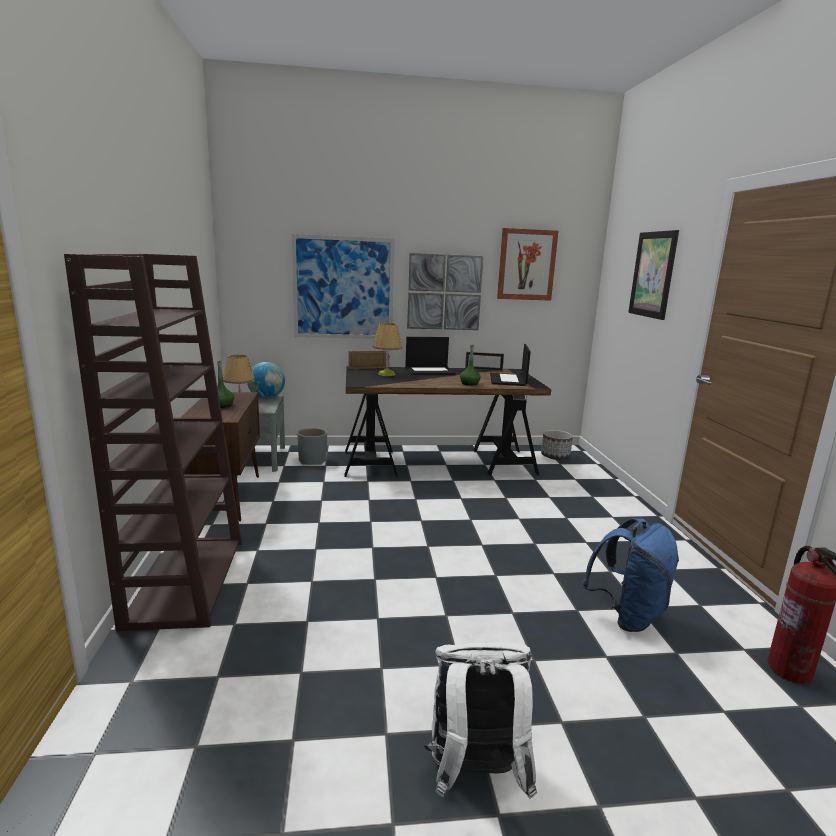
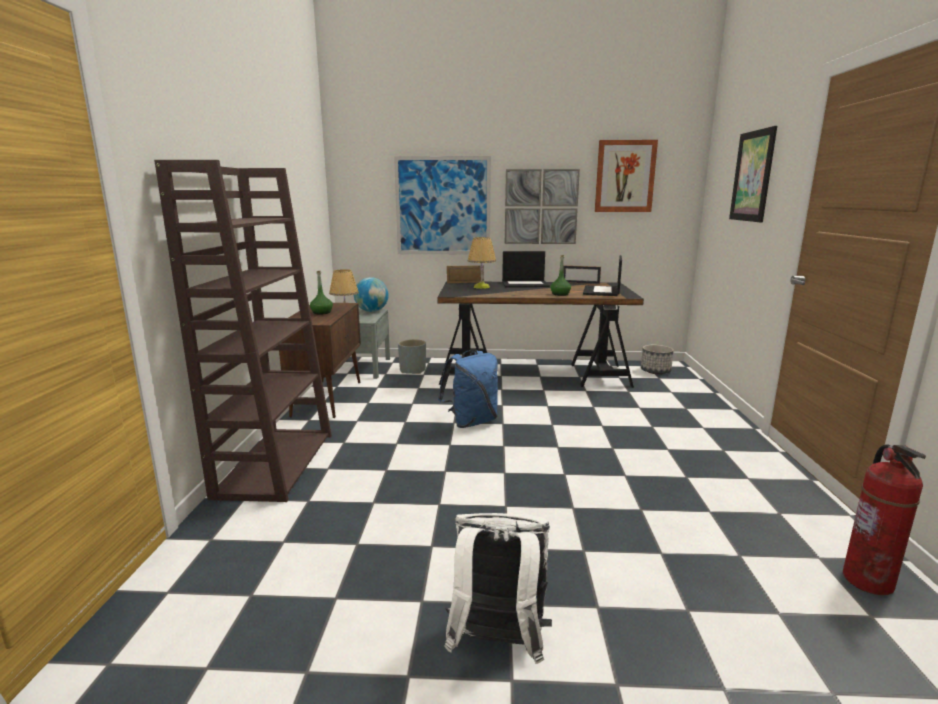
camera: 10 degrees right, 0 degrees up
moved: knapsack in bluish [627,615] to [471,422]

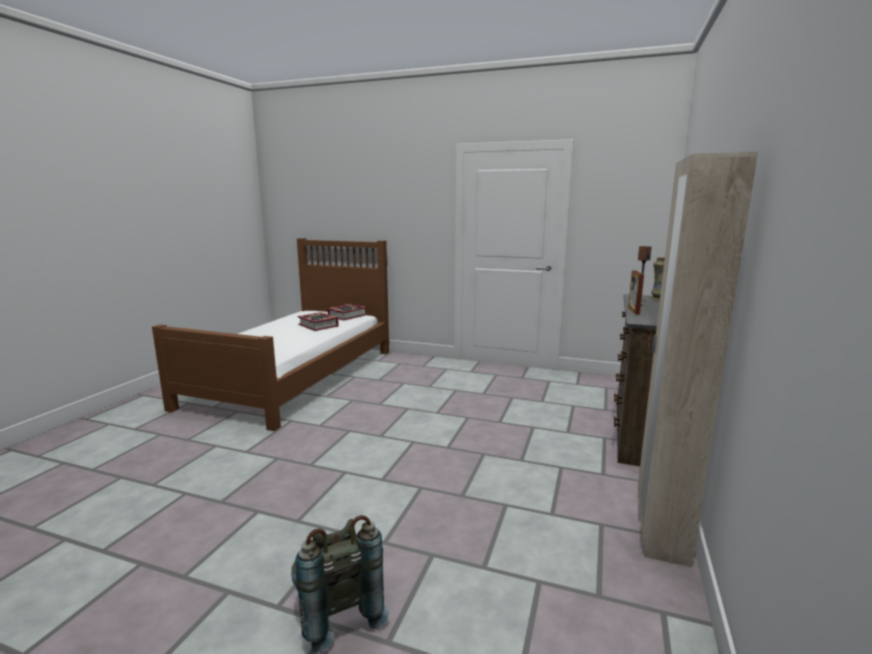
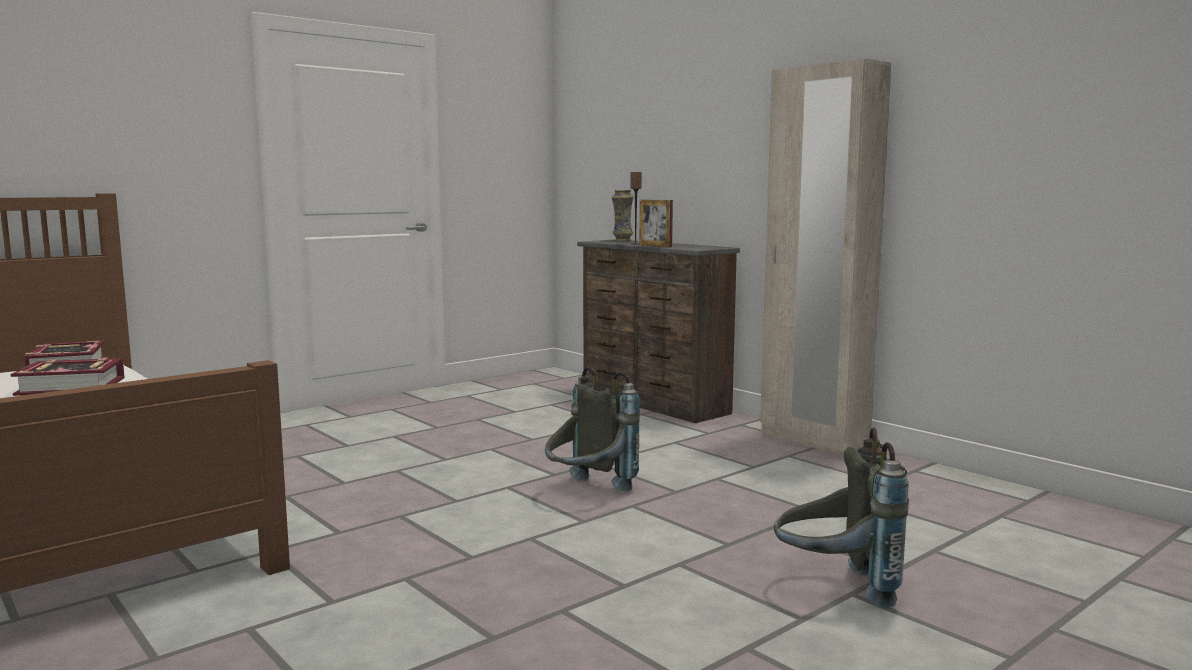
camera: 60 degrees left, 5 degrees down
added: knapsack in greyish [588,492]

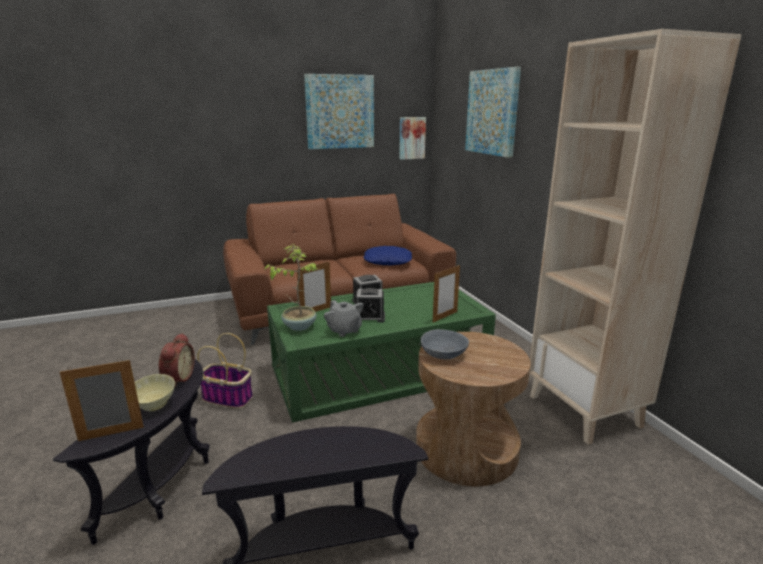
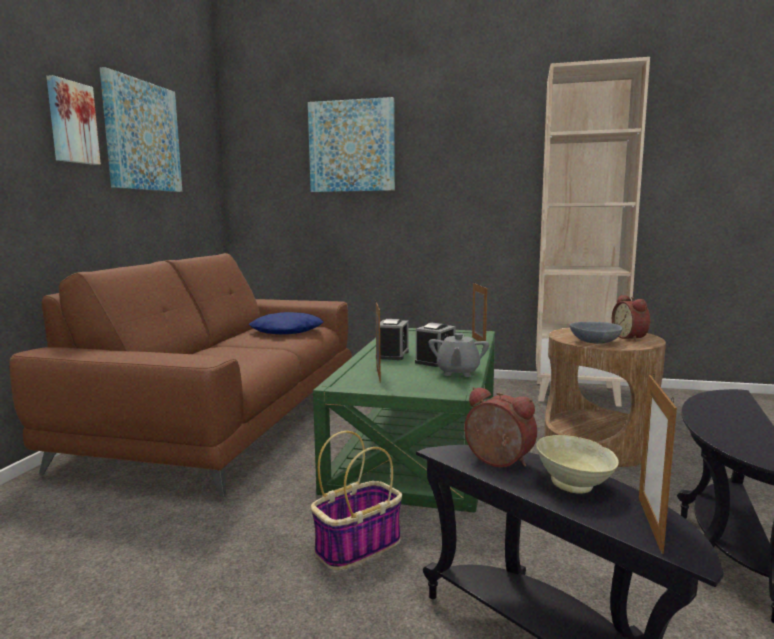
camera: 55 degrees left, 10 degrees down
removed: houseplant [299,326]
added: table clock [631,338]
moved: wall art [411,138] to [71,122]
turned: pot for tea in greyish [344,330] = [457,372] 105 degrees clockwise

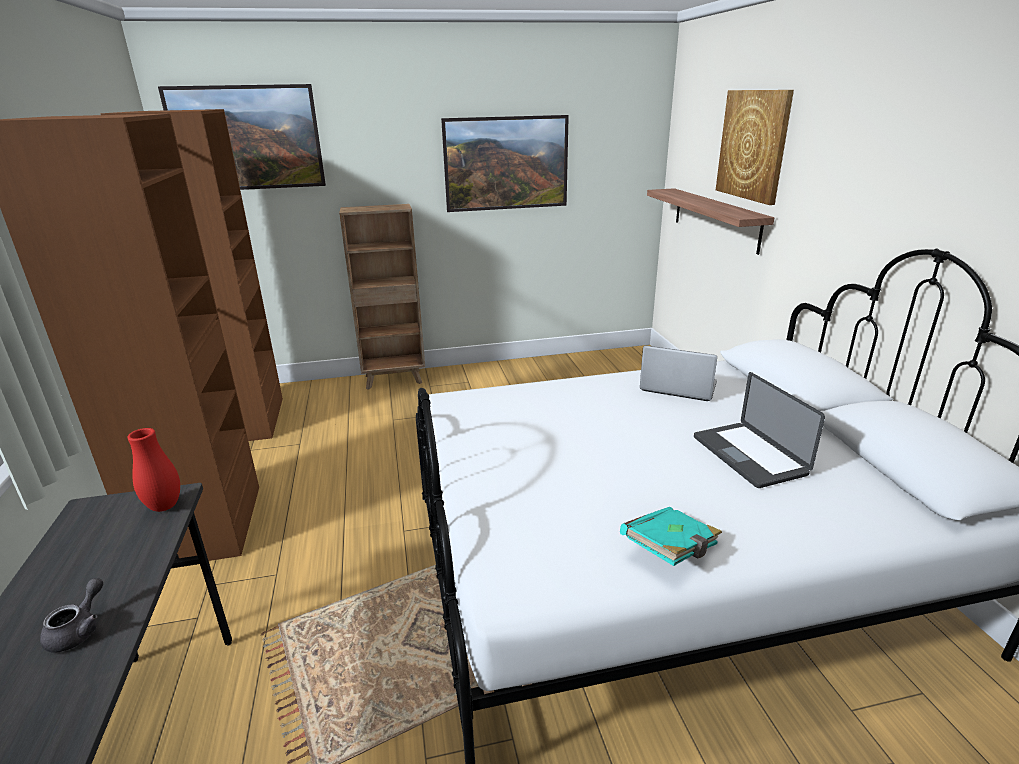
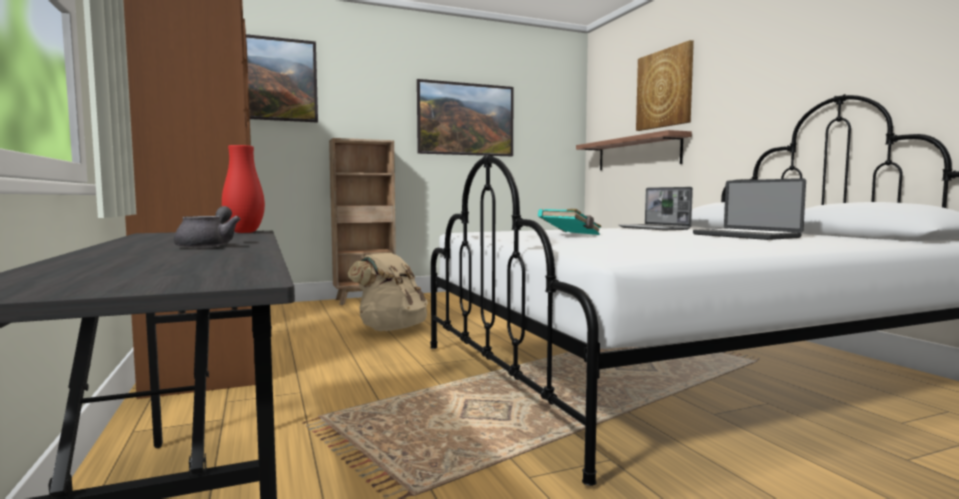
camera: 10 degrees left, 20 degrees down
added: knapsack in sand-coloured [391,329]
moved: volume in blue-green [671,550] to [571,235]
turned: portable computer [676,387] = [655,228] 135 degrees counterclockwise

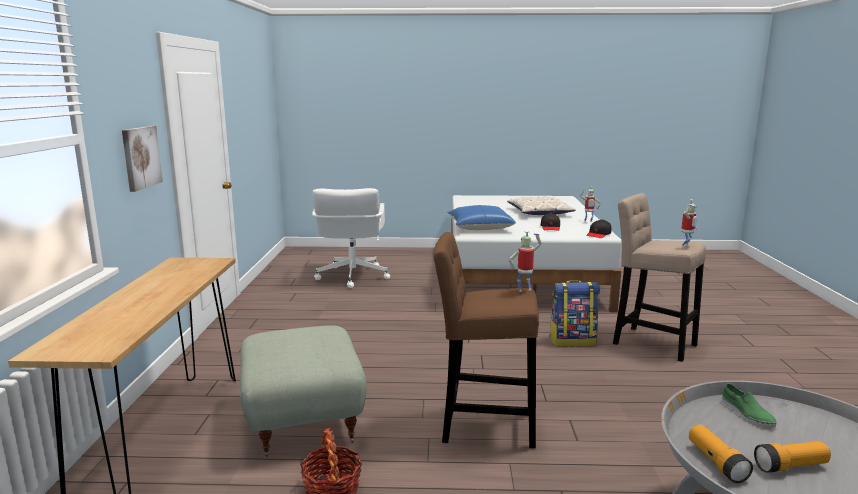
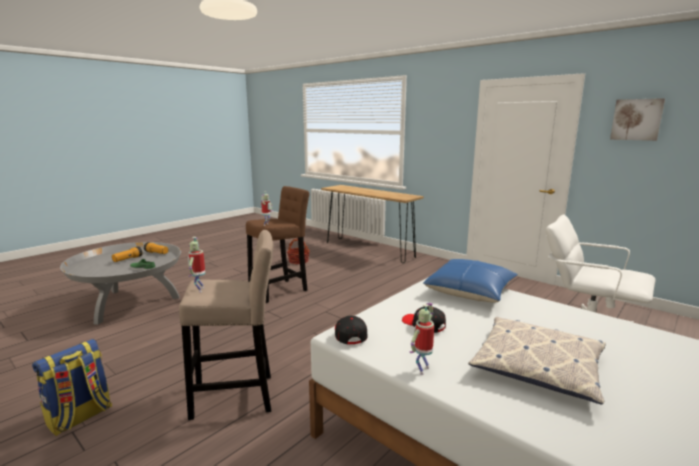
camera: 130 degrees right, 0 degrees up
removed: ottoman in greyish [302,419]
moved: wall art [140,157] to [636,119]; knapsack [572,341] to [80,417]

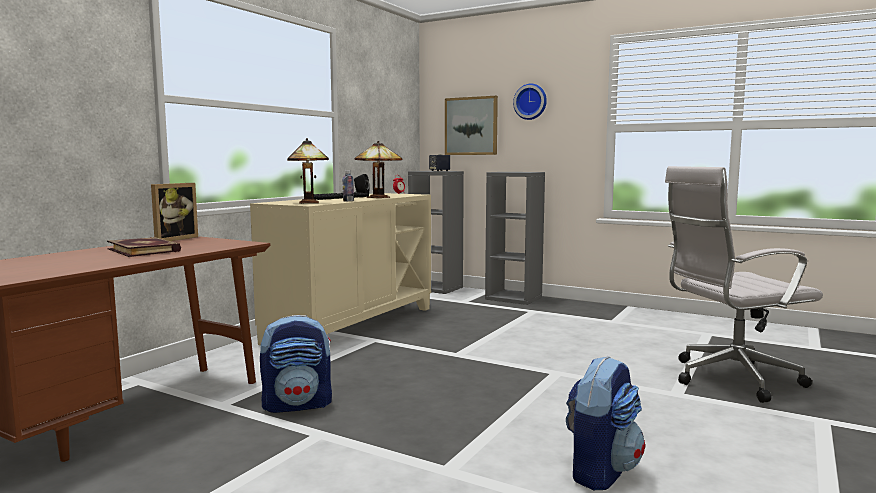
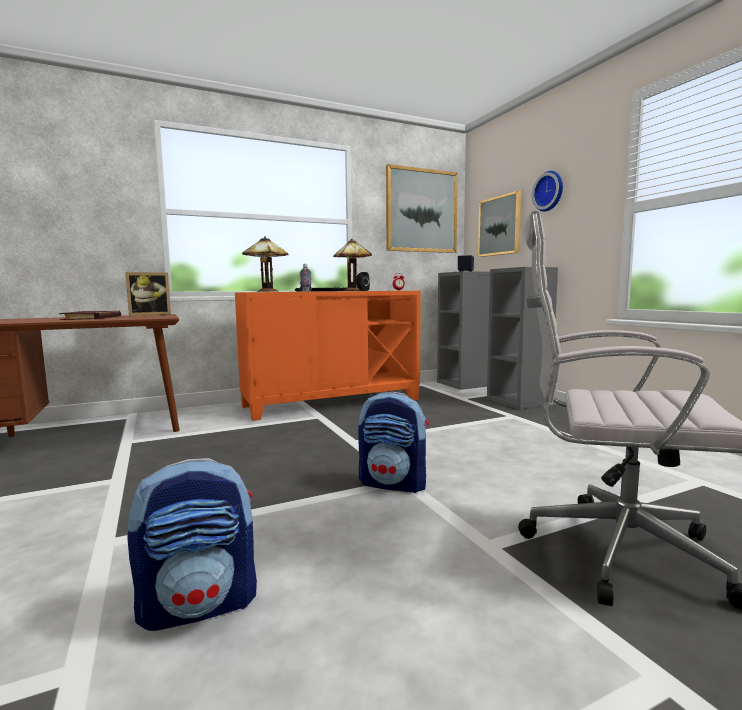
camera: 35 degrees right, 0 degrees up
added: wall art [421,211]
moved: knapsack [298,405] to [394,484]
recoloured: cupboard in sand-coloured [352,324] to cupboard in orangey [331,402]

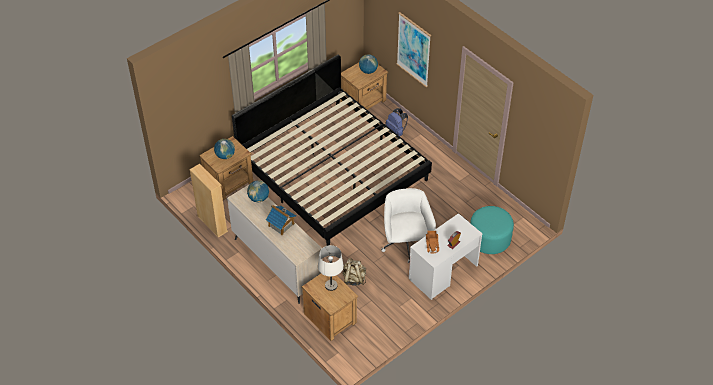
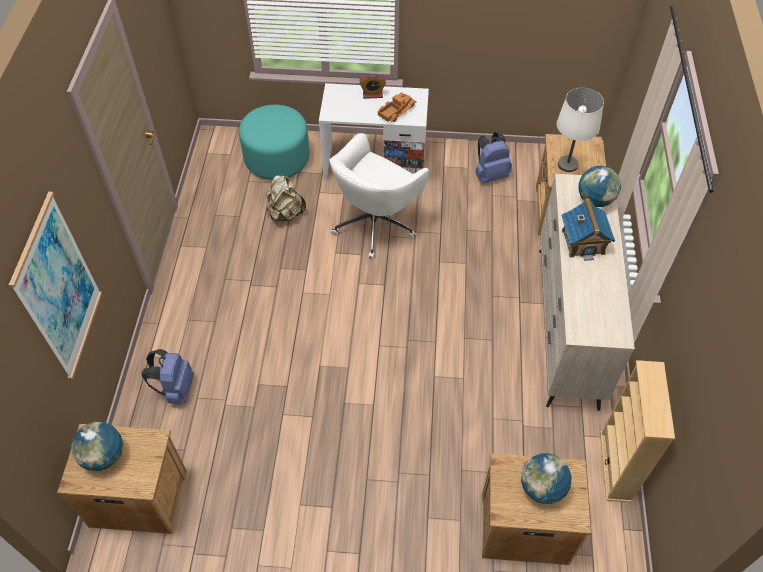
camera: 135 degrees left, 5 degrees up
removed: bedroom bed [333,171]
added: knapsack in bluish [490,174]
moved: world globe [258,198] to [595,200]; knapsack in sand-coloured [354,278] to [285,213]

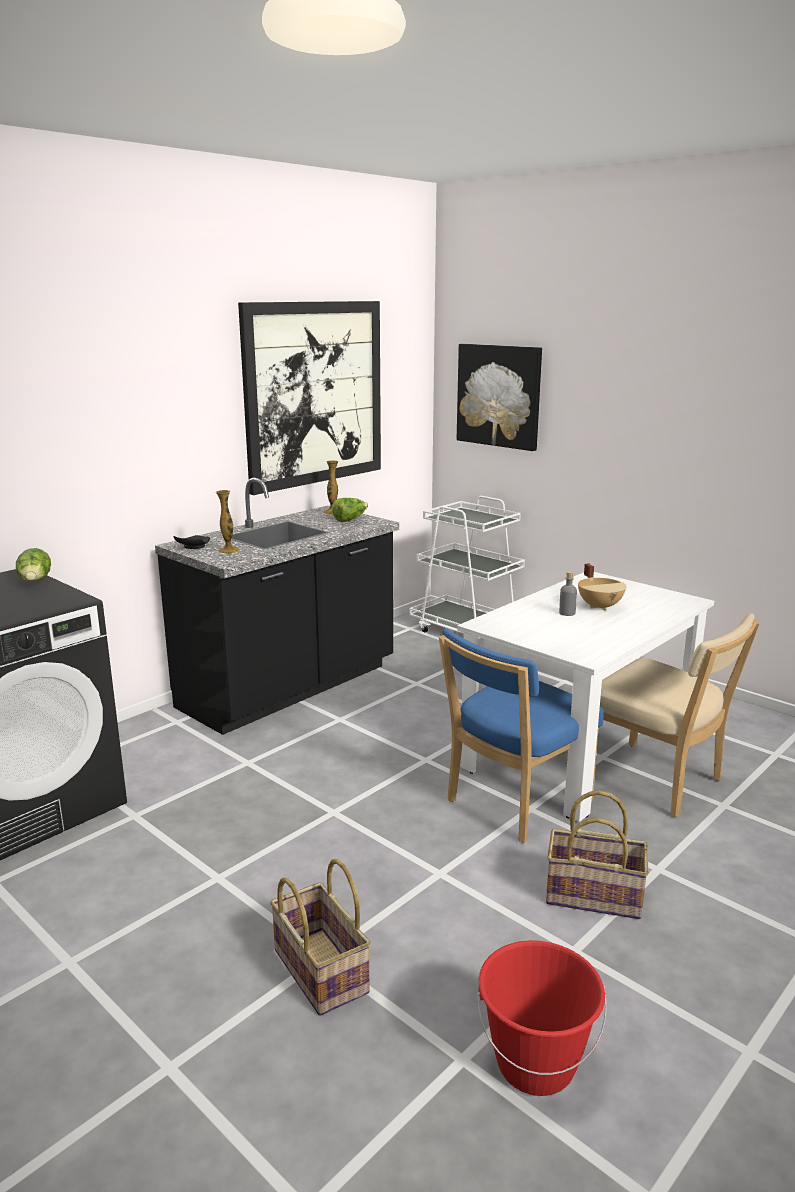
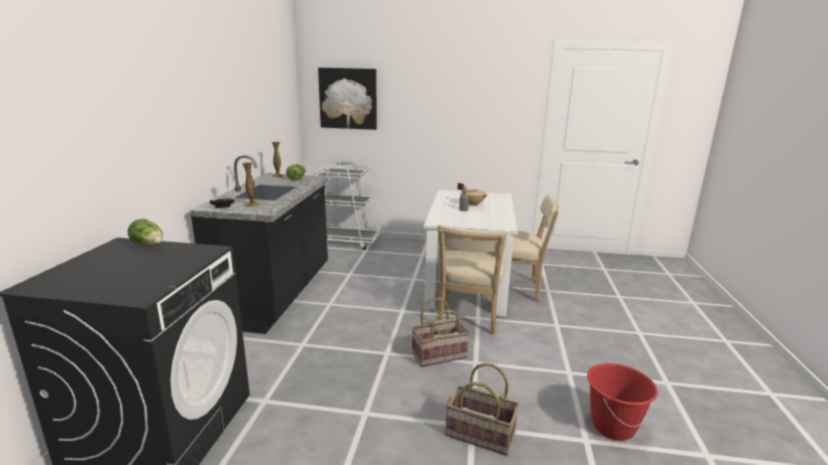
camera: 35 degrees left, 0 degrees up
removed: wall art [314,394]
moved: basket [594,895] to [439,354]
recoloured: plain chair in bluish [513,803] to plain chair in sand-coloured [468,318]

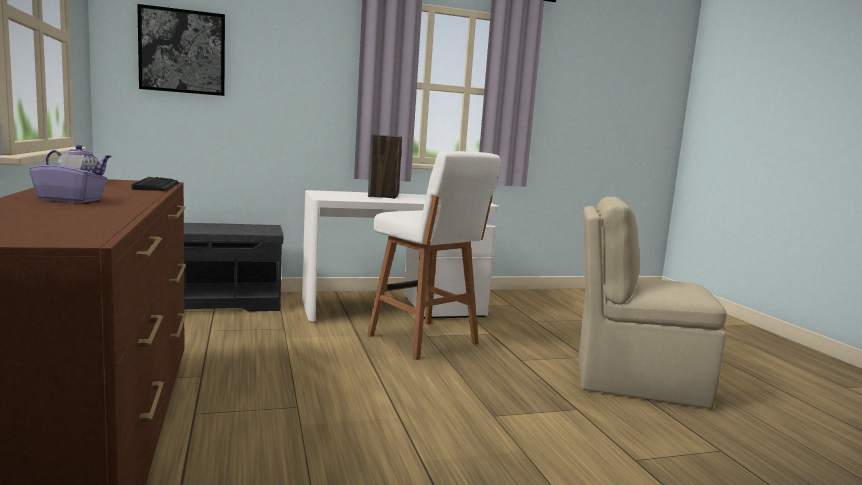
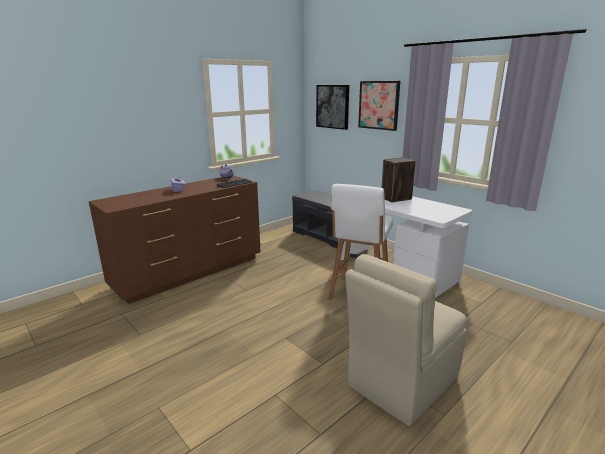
camera: 65 degrees right, 10 degrees up
added: wall art [379,105]
turned: plain chair in sand-coloured [635,380] = [401,382] 120 degrees counterclockwise

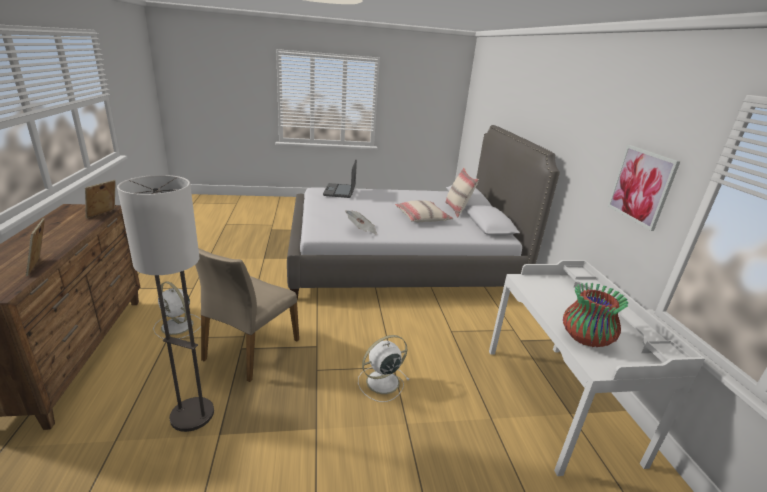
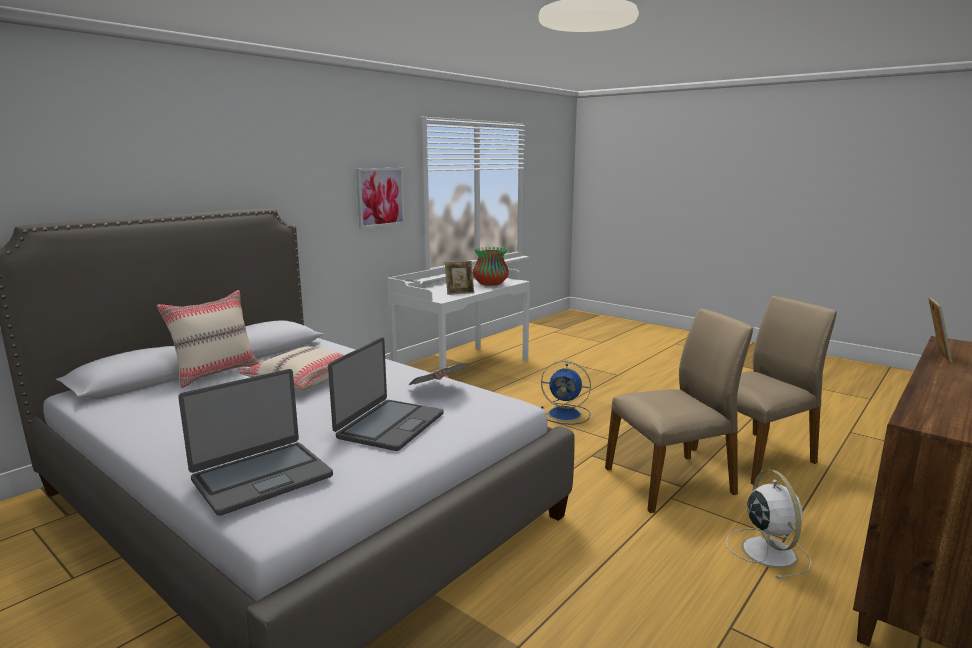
camera: 130 degrees left, 10 degrees down
added: portable computer [389,425]
moved: photo frame [104,214] to [459,293]
replaced: standing lamp [192,415] to plain chair in sand-coloured [754,456]
recoloured: cooling fan in white-coloured [381,382] to cooling fan in bluish [566,414]

